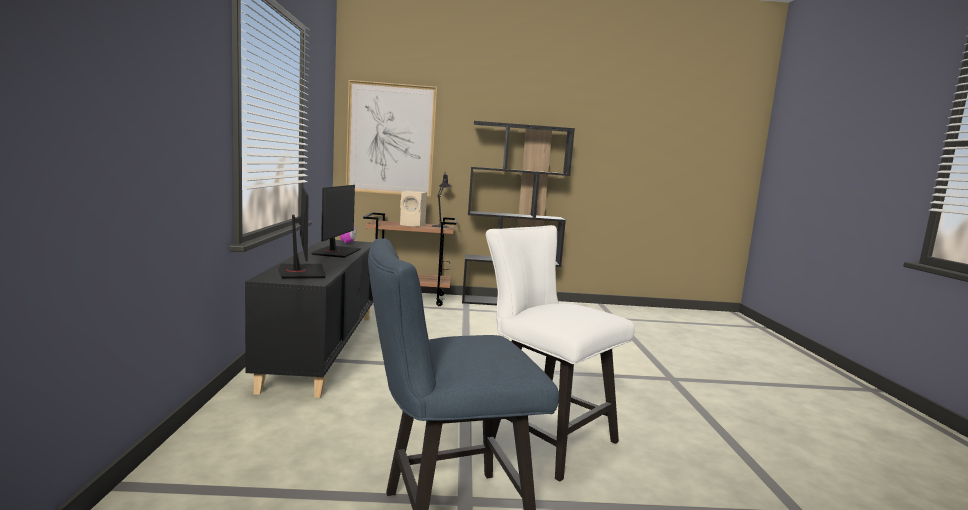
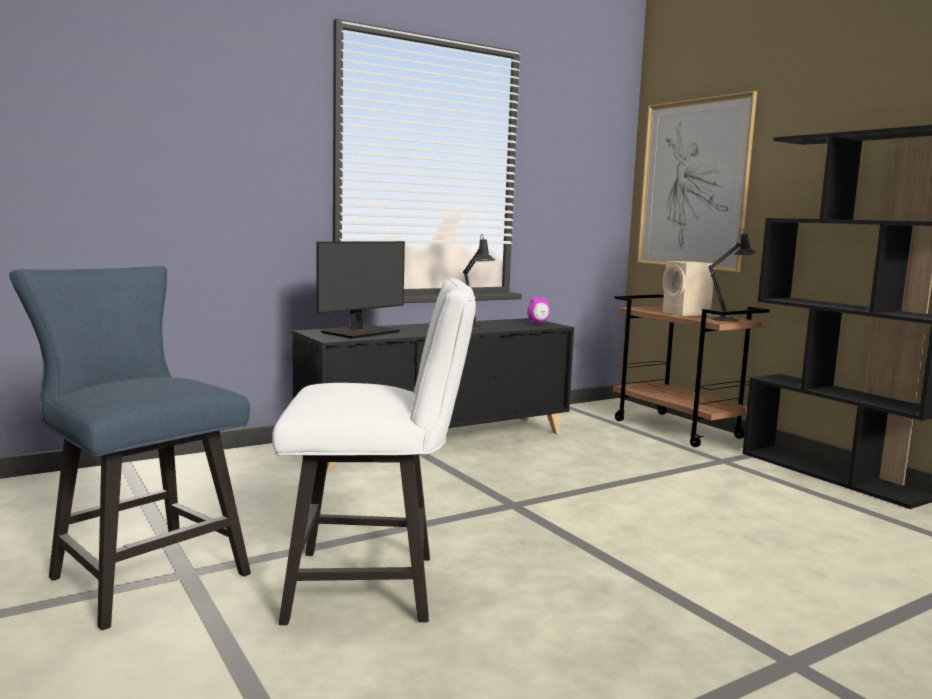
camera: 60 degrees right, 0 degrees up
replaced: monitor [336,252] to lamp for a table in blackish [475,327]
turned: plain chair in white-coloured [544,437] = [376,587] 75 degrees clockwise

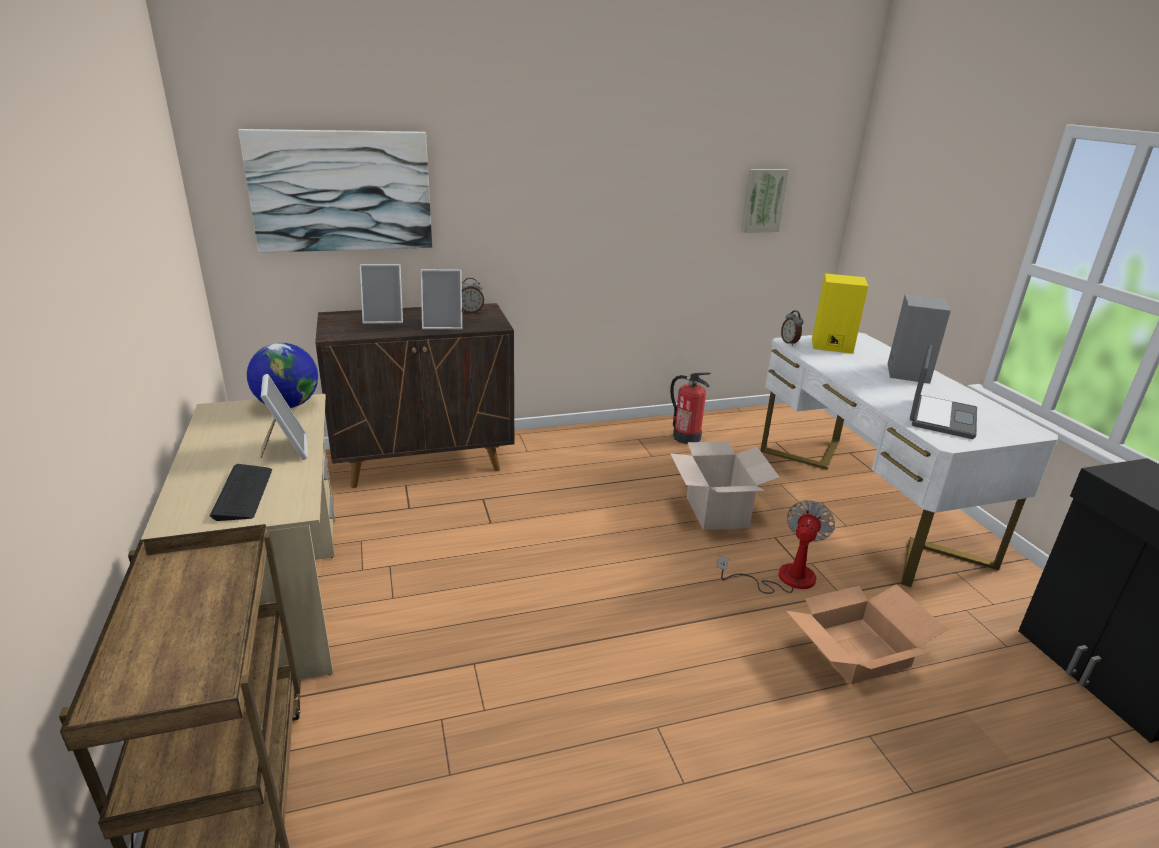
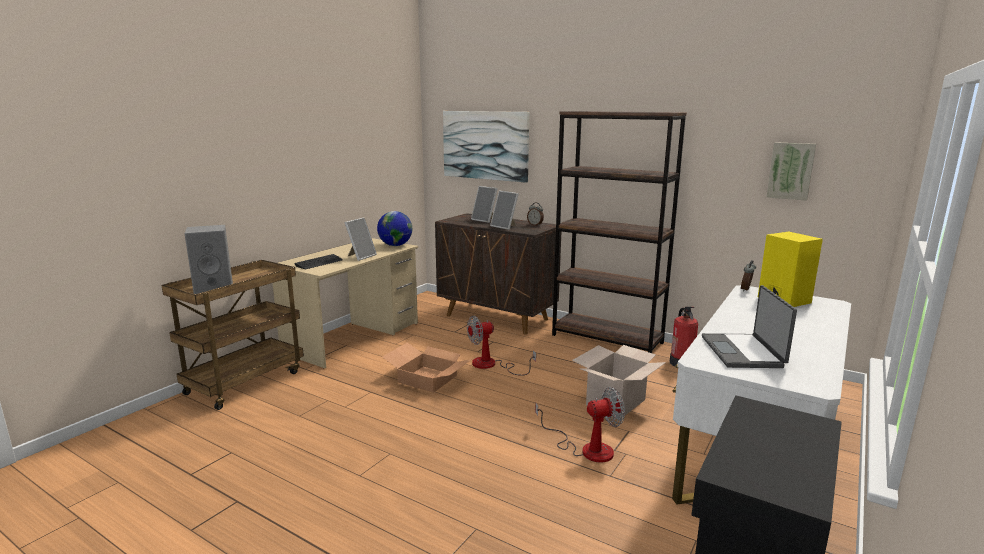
camera: 50 degrees right, 10 degrees down
added: cooling fan [491,365]; bookcase in brownish [607,339]
moved: packing box [857,651] to [426,379]; loudspeaker in greyish [906,372] to [215,287]
turned: portable computer [940,417] = [743,352] 105 degrees clockwise

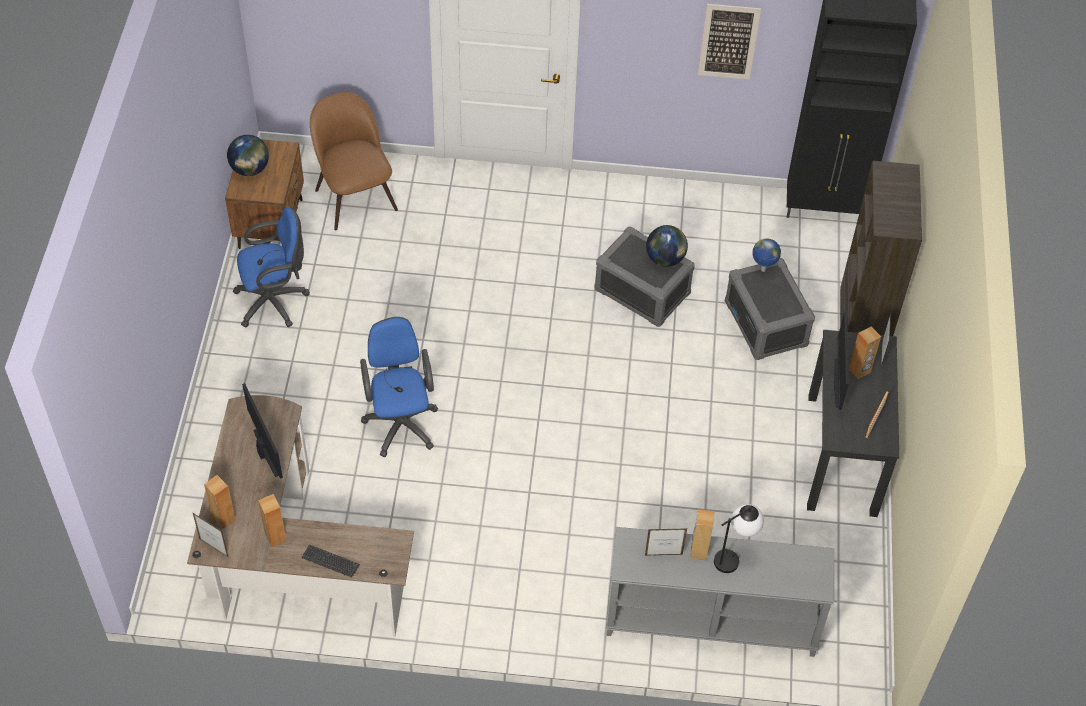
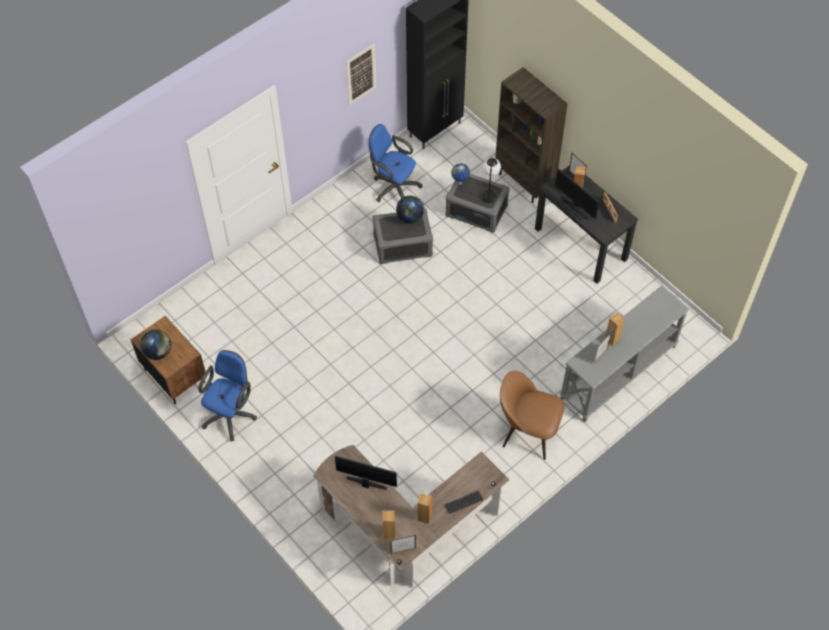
camera: 45 degrees left, 5 degrees up
moved: plain chair in brownish [355,197] to [527,430]; desk chair in bluish [401,421] to [393,187]; lamp for a table [734,556] to [489,192]

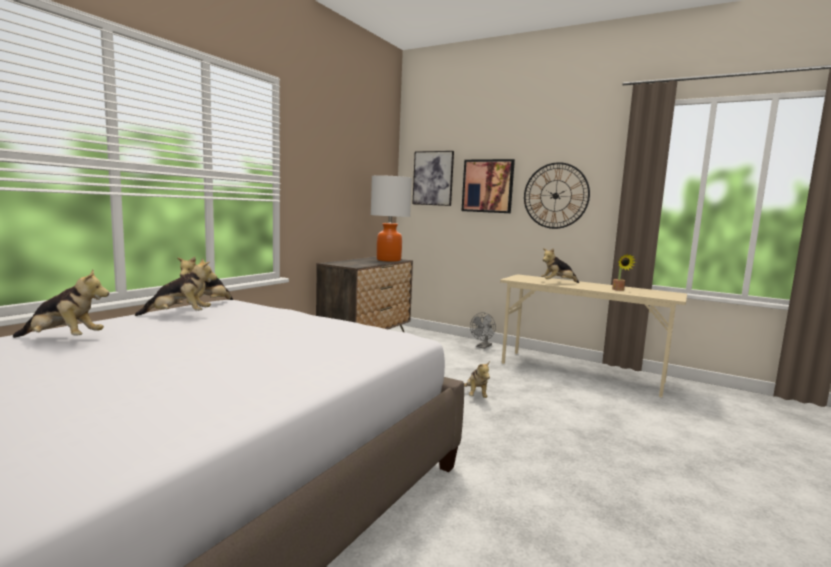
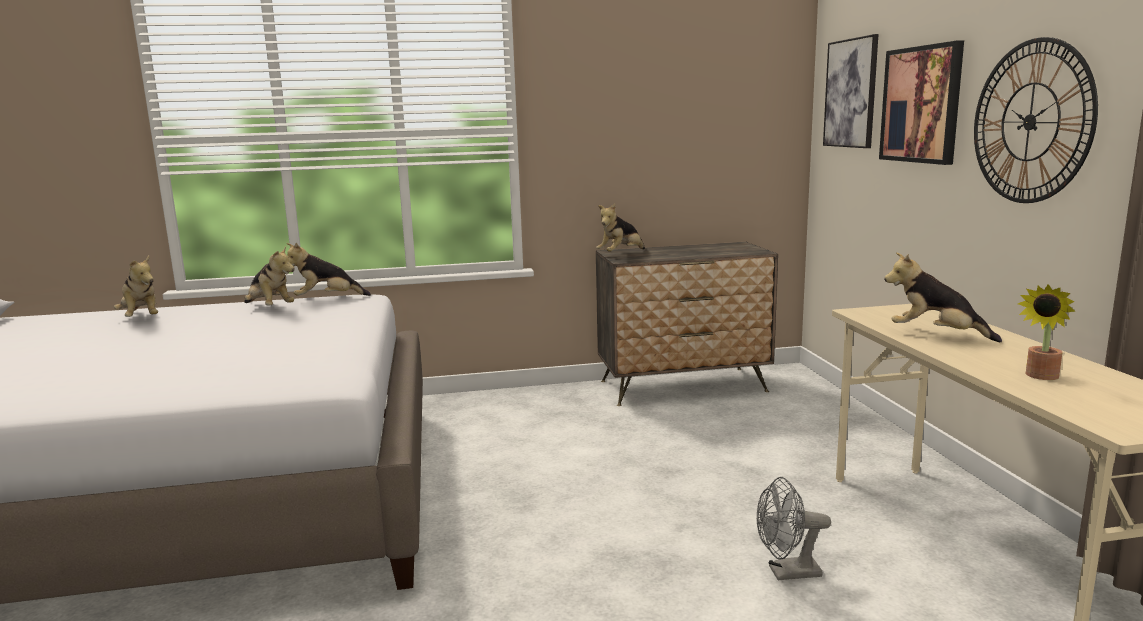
camera: 50 degrees right, 5 degrees up
removed: lamp for a table [389,260]
moved: soft toy [476,395] to [621,254]; cooling fan in greyish [483,347] to [787,573]

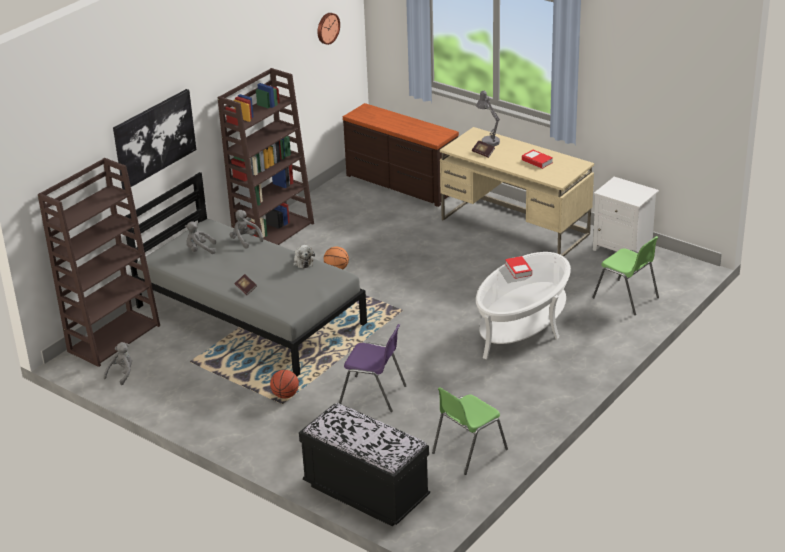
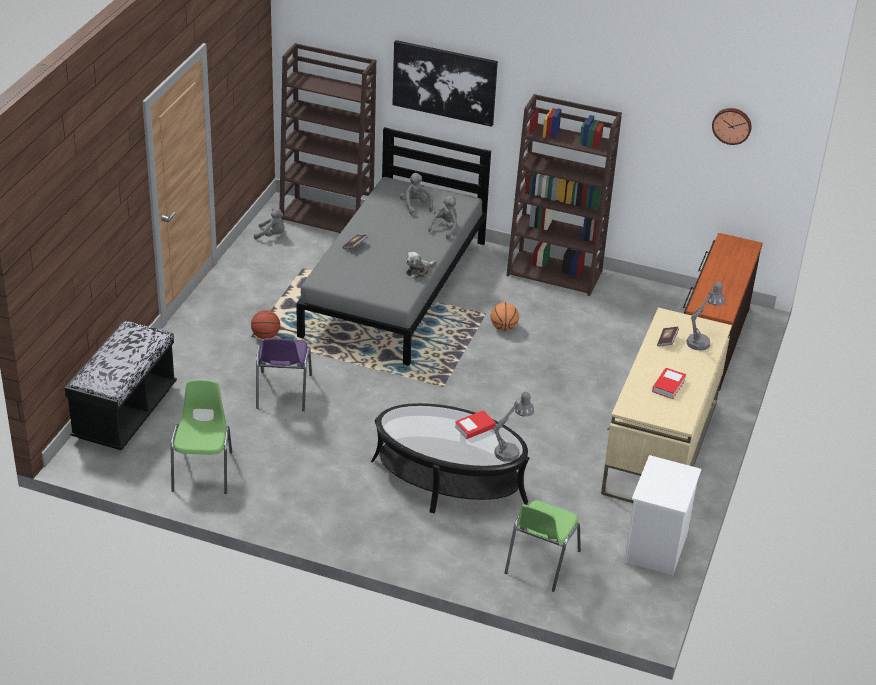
camera: 70 degrees right, 5 degrees up
added: lamp for a table in greyish [511,451]
recoloured: low table in white-coloured [523,325] to low table in blackish [448,481]
turned: plain chair in greenish [468,451] = [203,471] 60 degrees clockwise

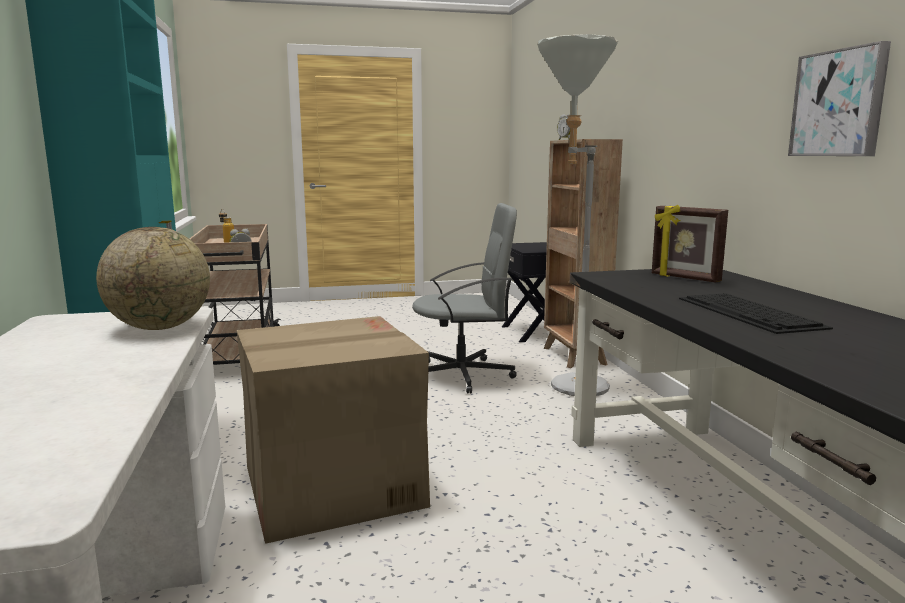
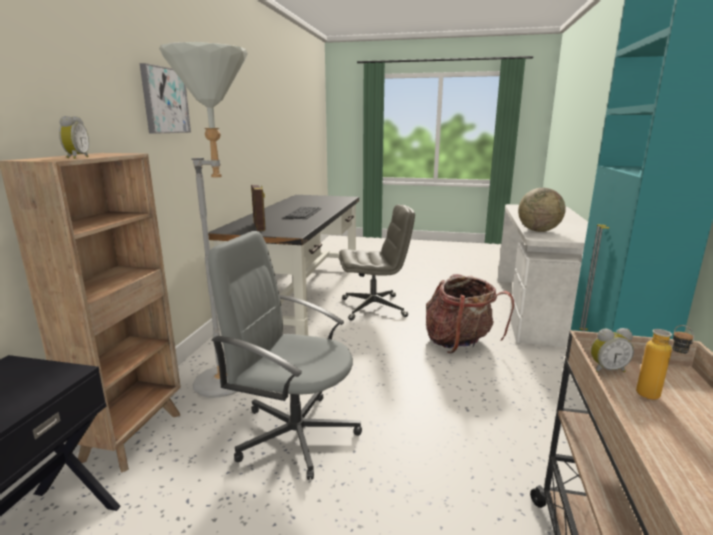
camera: 155 degrees left, 5 degrees up
added: desk chair in greyish [374,307]
moved: wall art [839,103] to [164,100]
replaced: packing box [331,486] to knapsack [460,343]

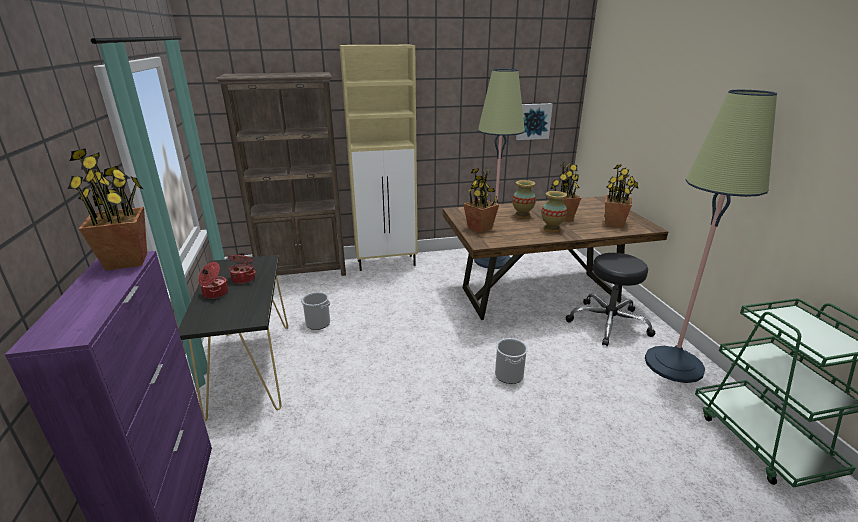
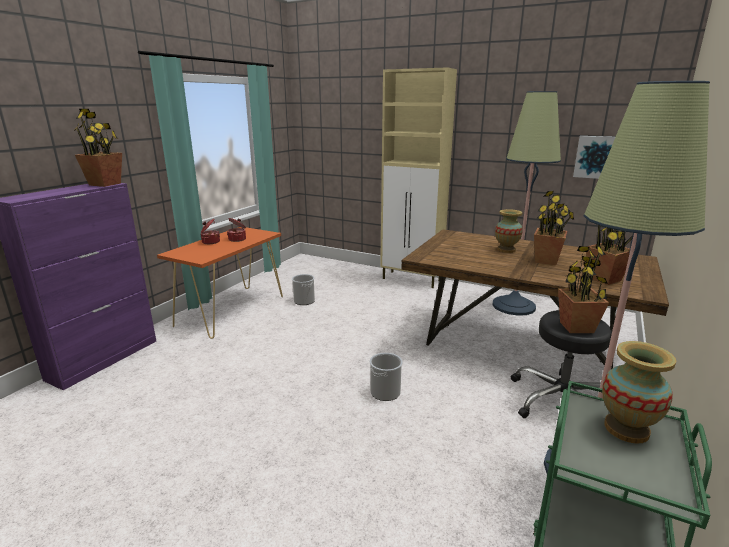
camera: 40 degrees right, 5 degrees down
removed: bookcase in brownish [303,272]
moved: houseplant [480,228] to [576,327]; flower vase [552,229] to [626,429]
recoloured: hall table in blackish [251,367] to hall table in orangey [231,310]

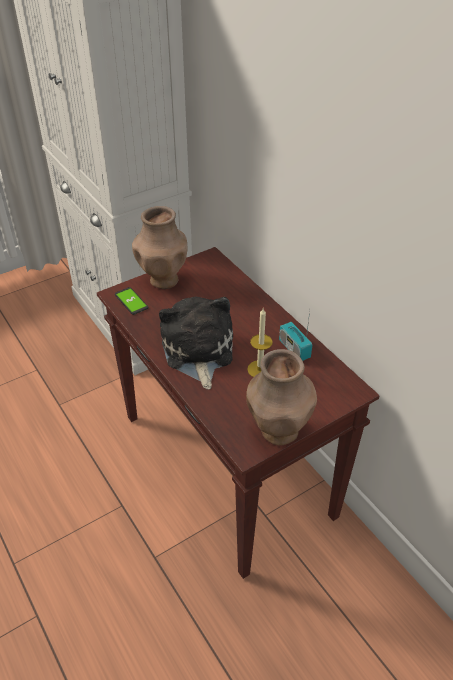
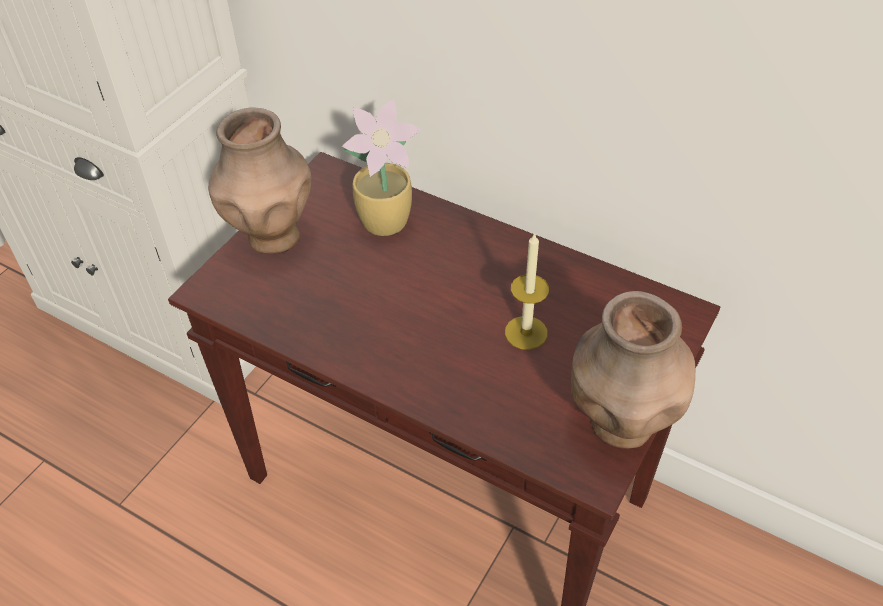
camera: 25 degrees left, 5 degrees up
removed: phone [131,301]; soft toy [197,352]; radio set [294,349]
added: houseplant [387,222]

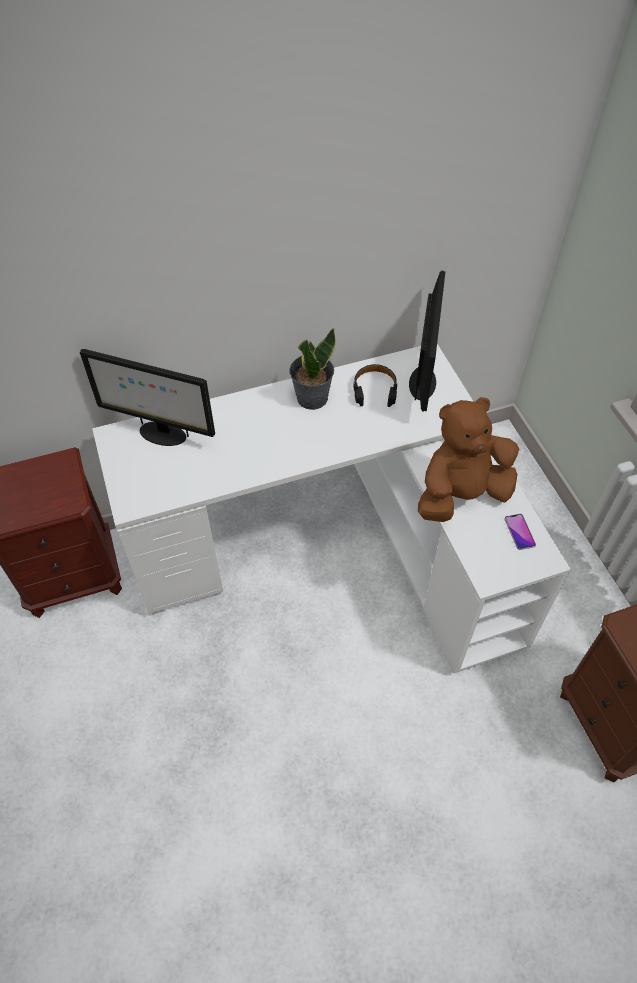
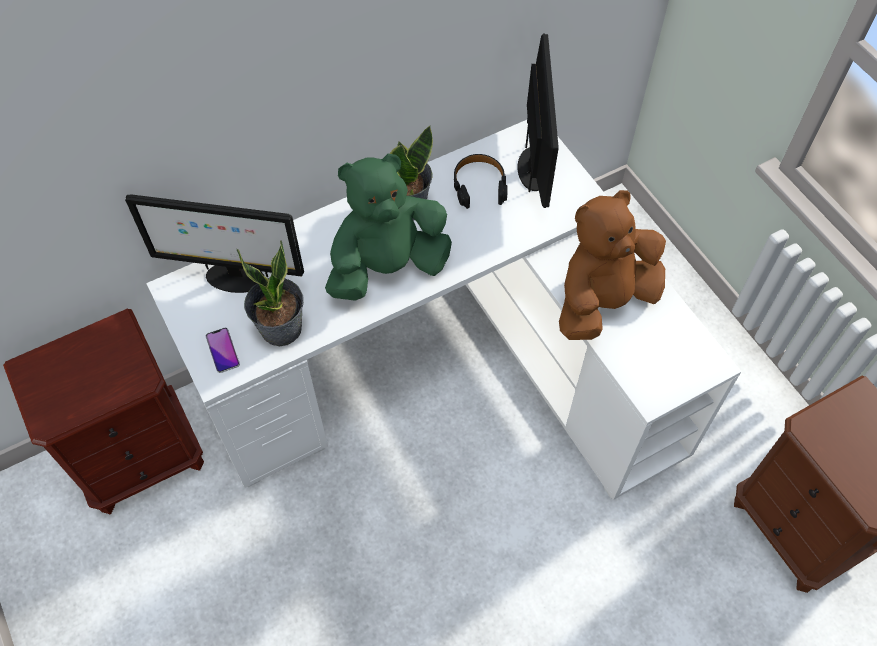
camera: 10 degrees left, 5 degrees up
added: houseplant [281,329]; soft toy in greenish [387,267]
moved: phone [519,532] to [223,350]

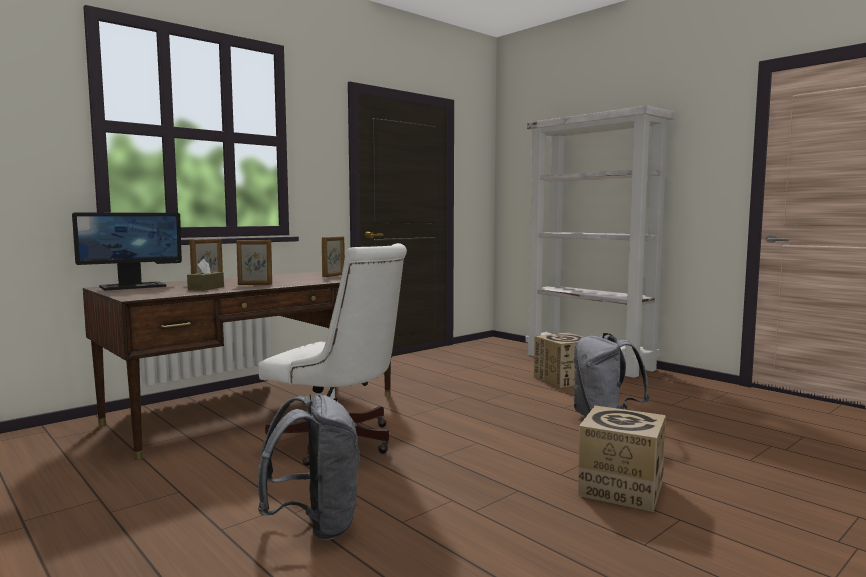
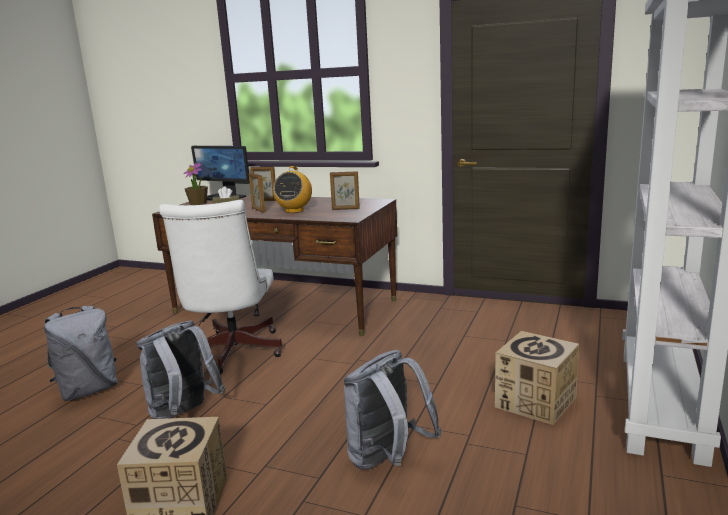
camera: 65 degrees right, 10 degrees up
added: knapsack in greyish [183,414]; houseplant [198,203]; radio set [294,211]

